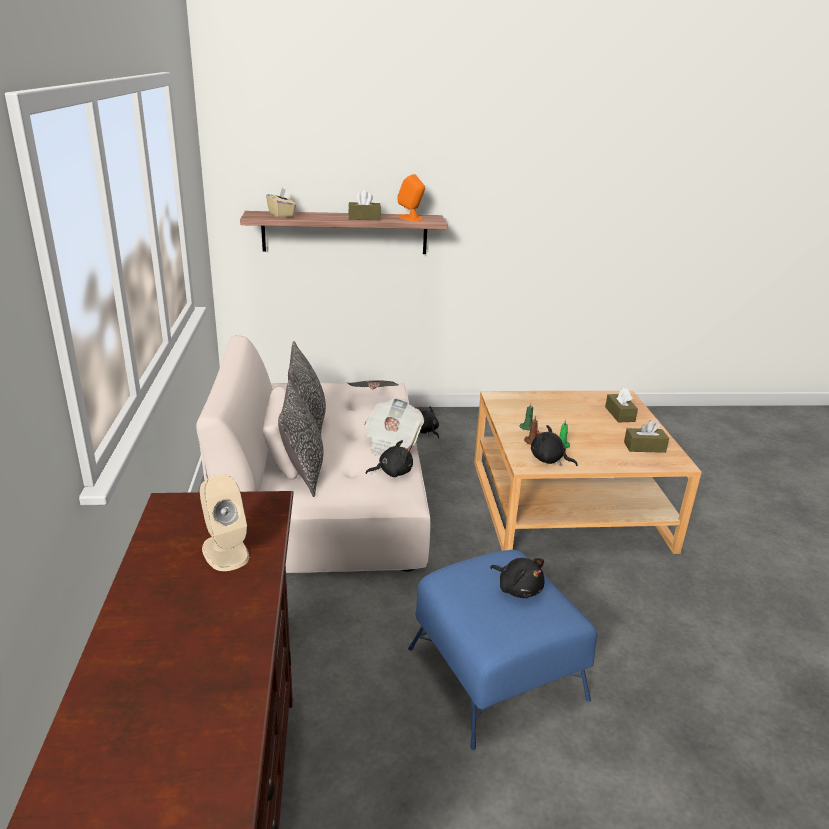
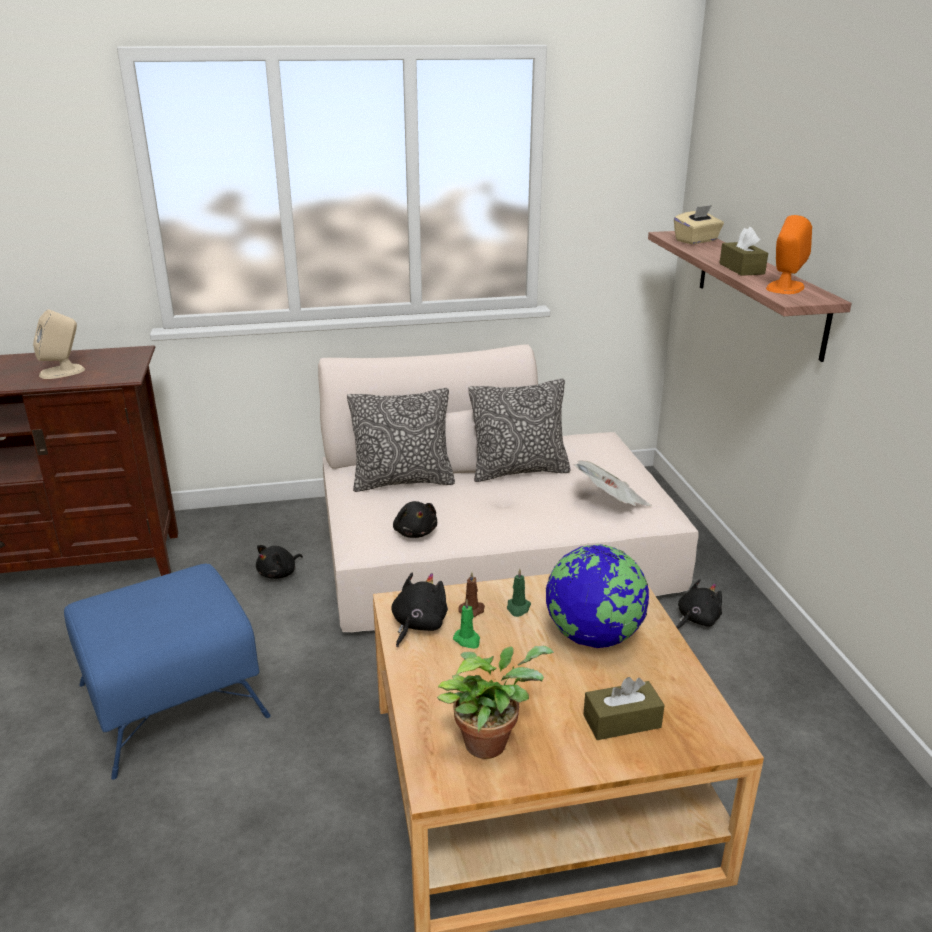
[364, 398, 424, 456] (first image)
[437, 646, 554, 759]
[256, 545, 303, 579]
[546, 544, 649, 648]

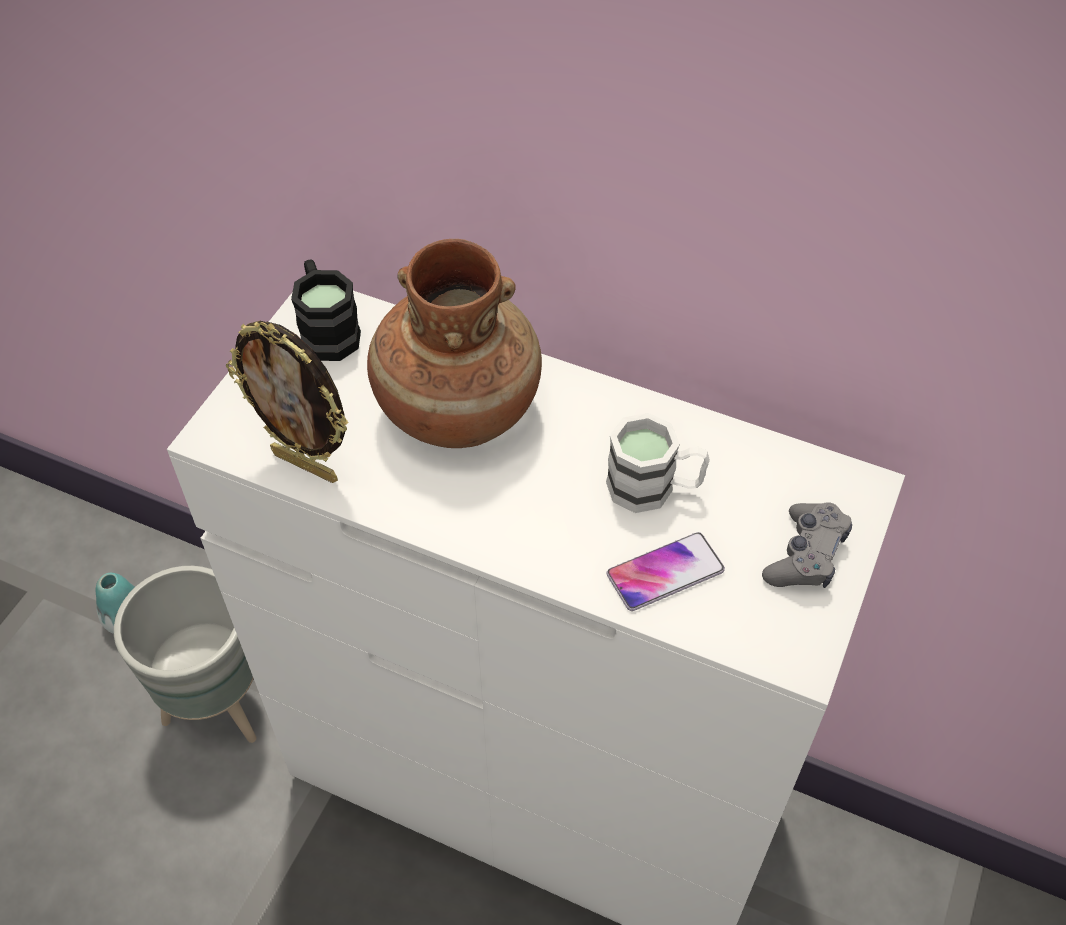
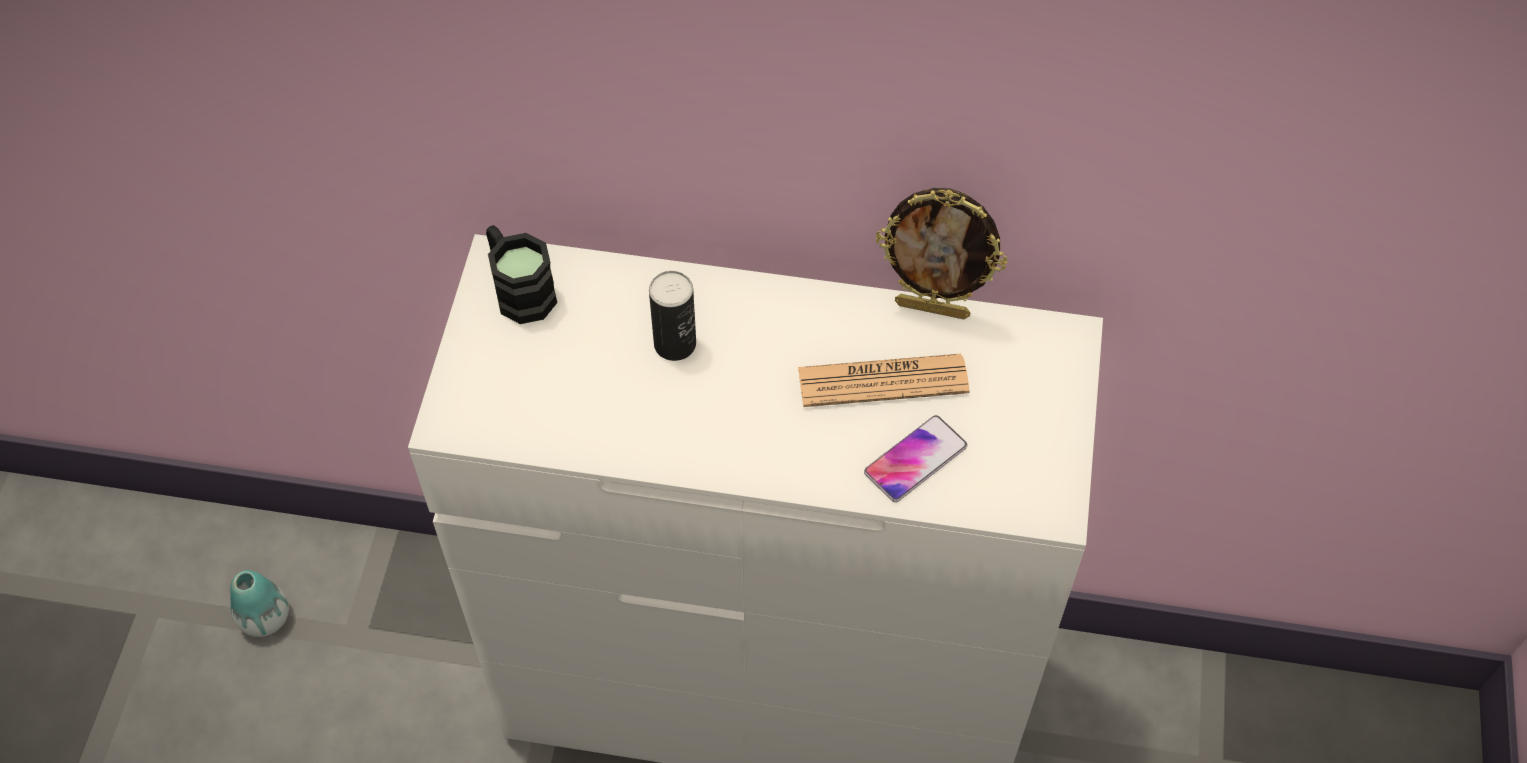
[649, 271, 696, 361]
[875, 188, 1007, 319]
[798, 354, 970, 407]
[762, 502, 852, 588] (first image)
[114, 566, 256, 743] (first image)

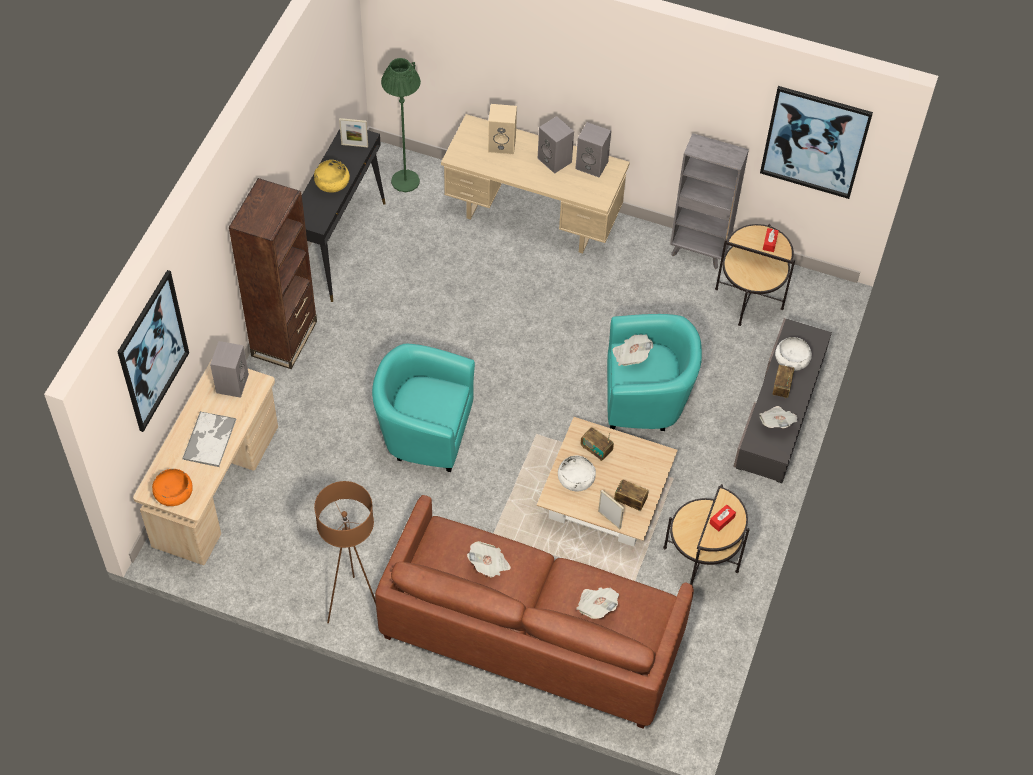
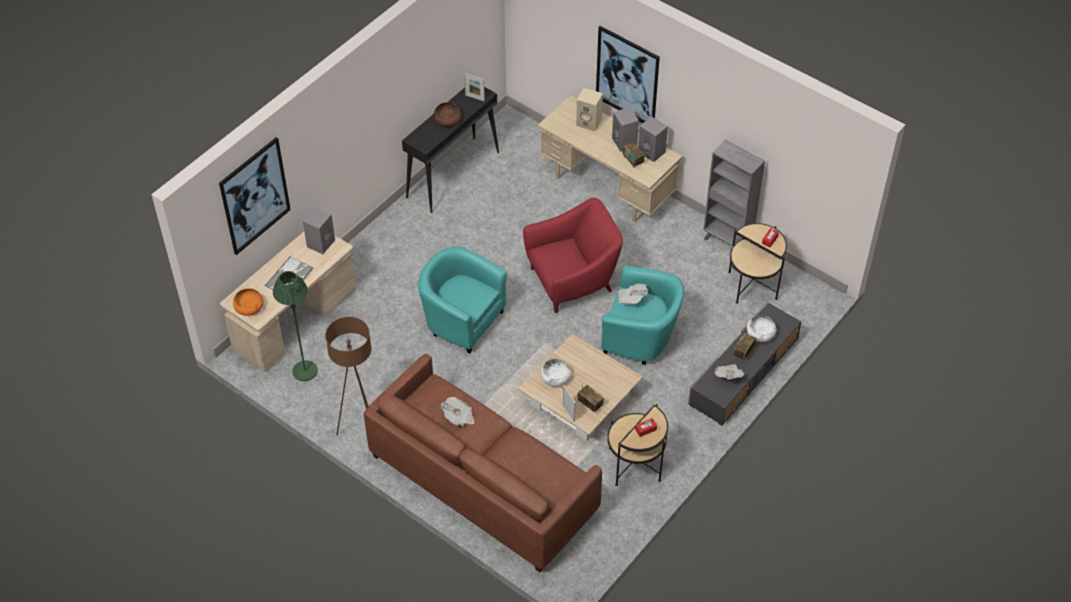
[273, 271, 318, 381]
[596, 26, 660, 123]
[434, 102, 461, 127]
[229, 178, 317, 369] (first image)
[622, 142, 645, 167]
[576, 587, 619, 619] (first image)
[523, 198, 623, 313]

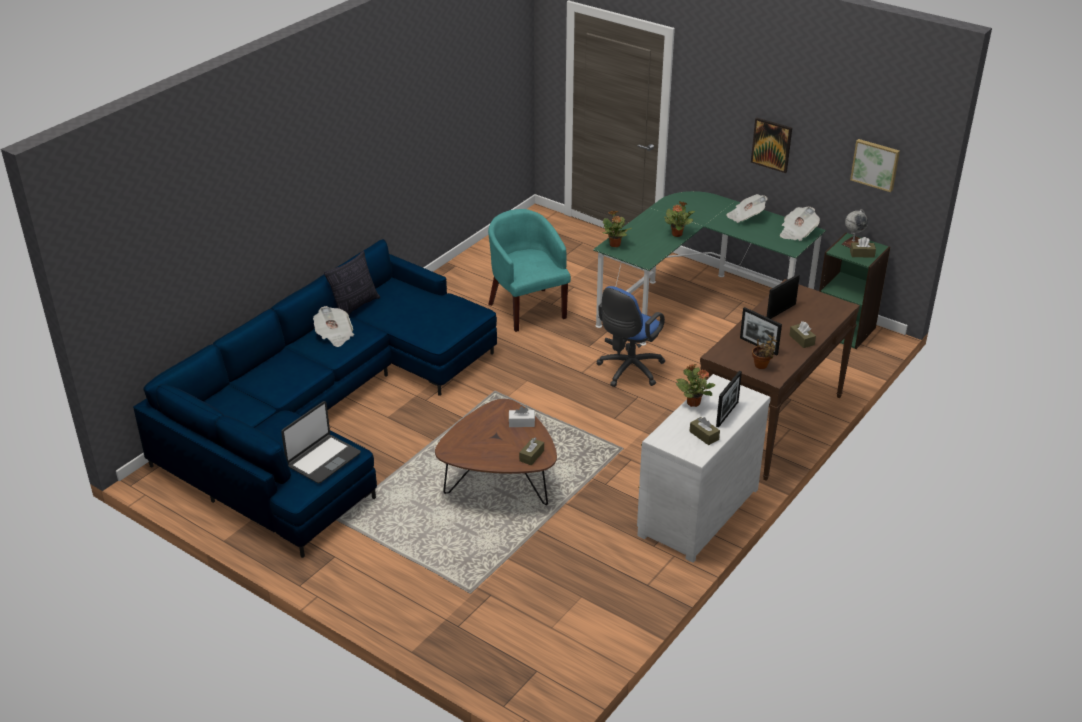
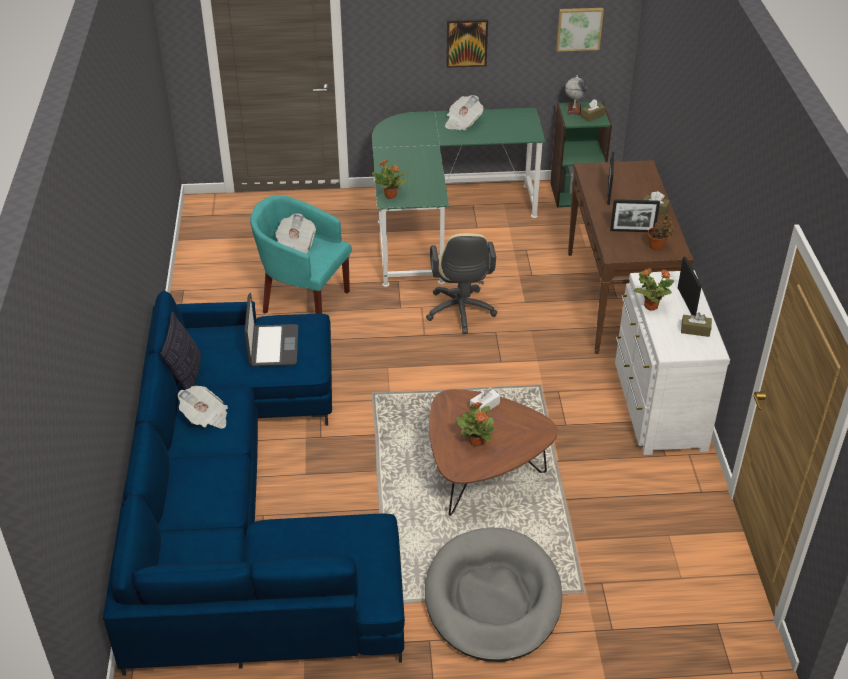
[456, 402, 494, 446]
[275, 213, 316, 254]
[426, 233, 497, 334]
[244, 293, 298, 367]
[519, 437, 544, 466] (first image)
[425, 528, 562, 662]

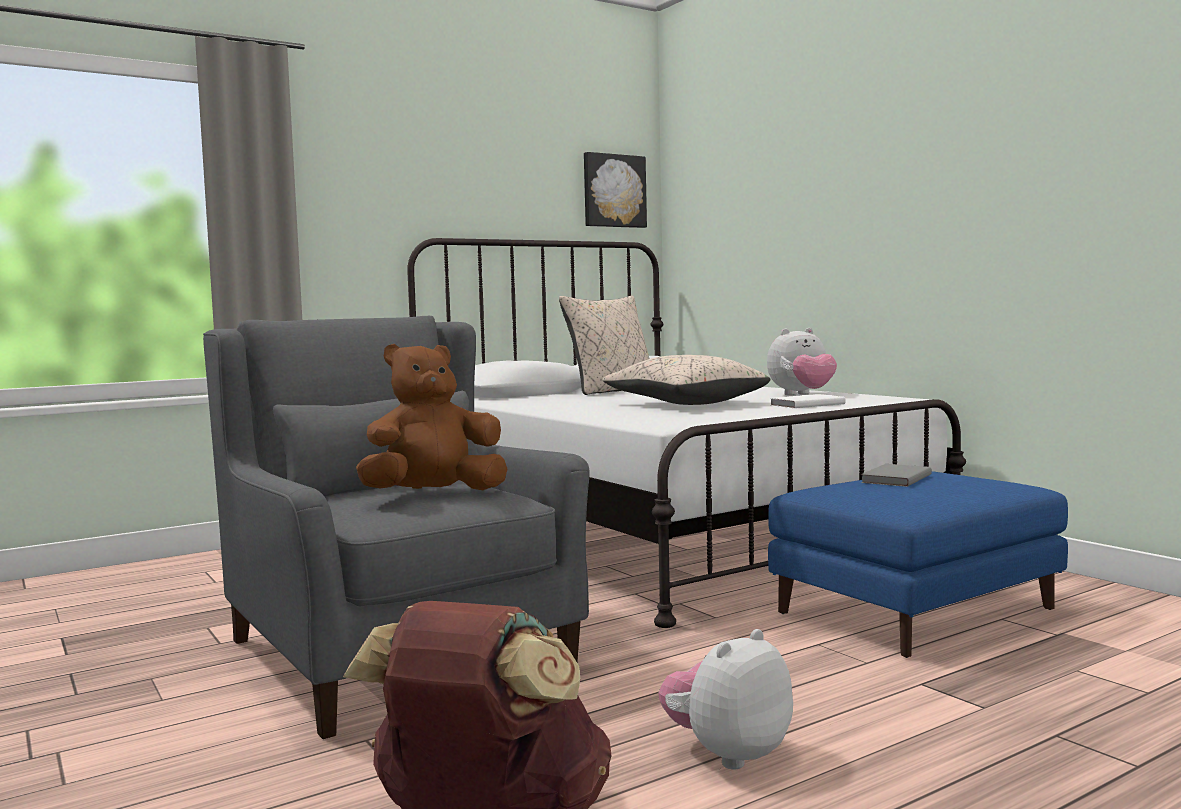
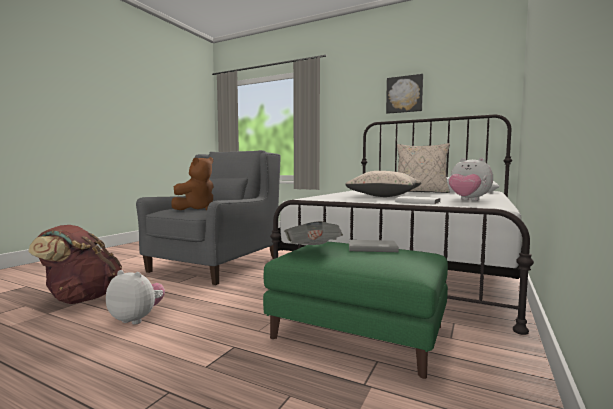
[386, 74, 423, 114]
[171, 157, 214, 210]
[263, 242, 448, 379]
[284, 221, 343, 245]

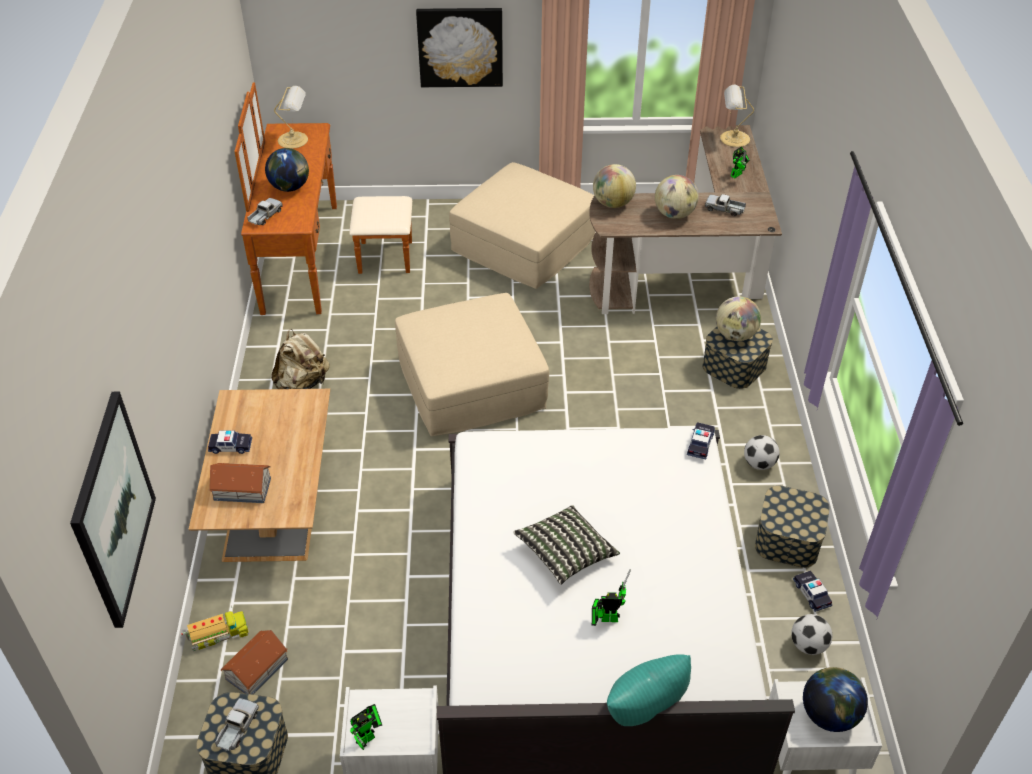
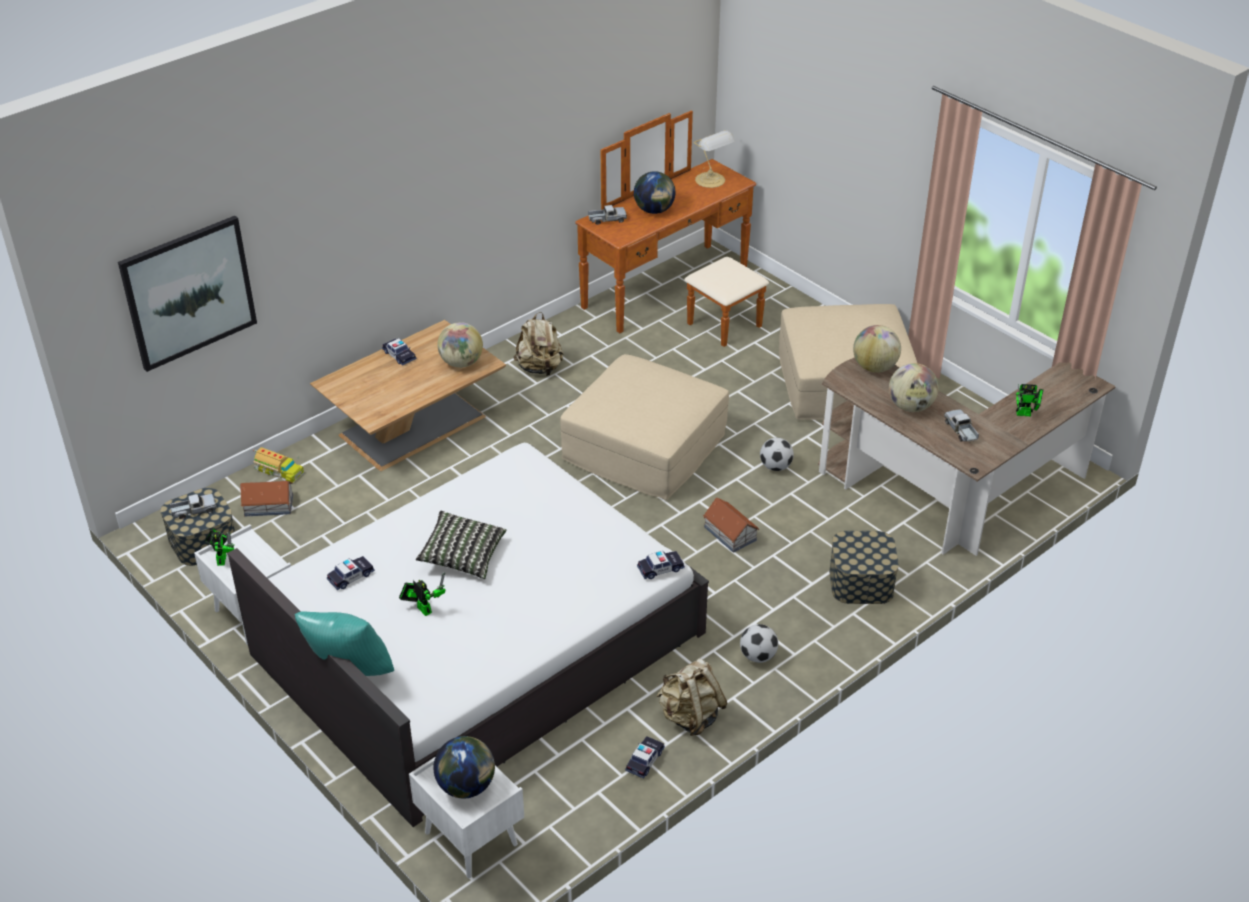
[416, 8, 503, 87] (first image)
[720, 85, 754, 147] (first image)
[437, 322, 483, 368]
[703, 498, 760, 553]
[656, 659, 728, 736]
[760, 438, 794, 471]
[204, 528, 235, 566]
[327, 556, 375, 590]

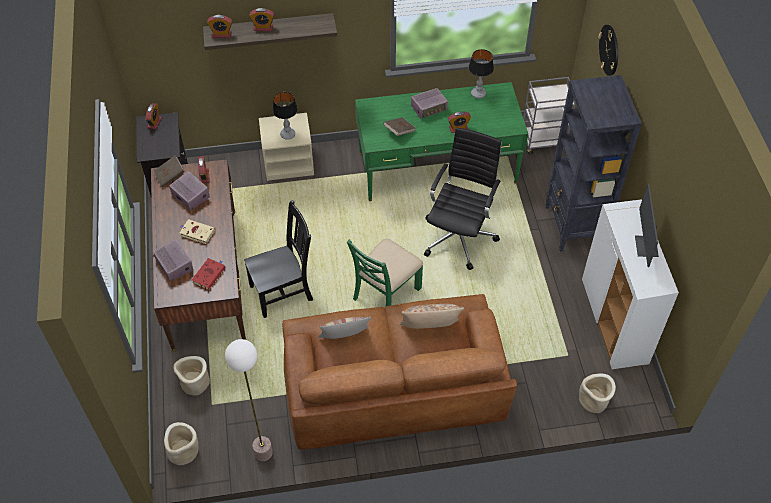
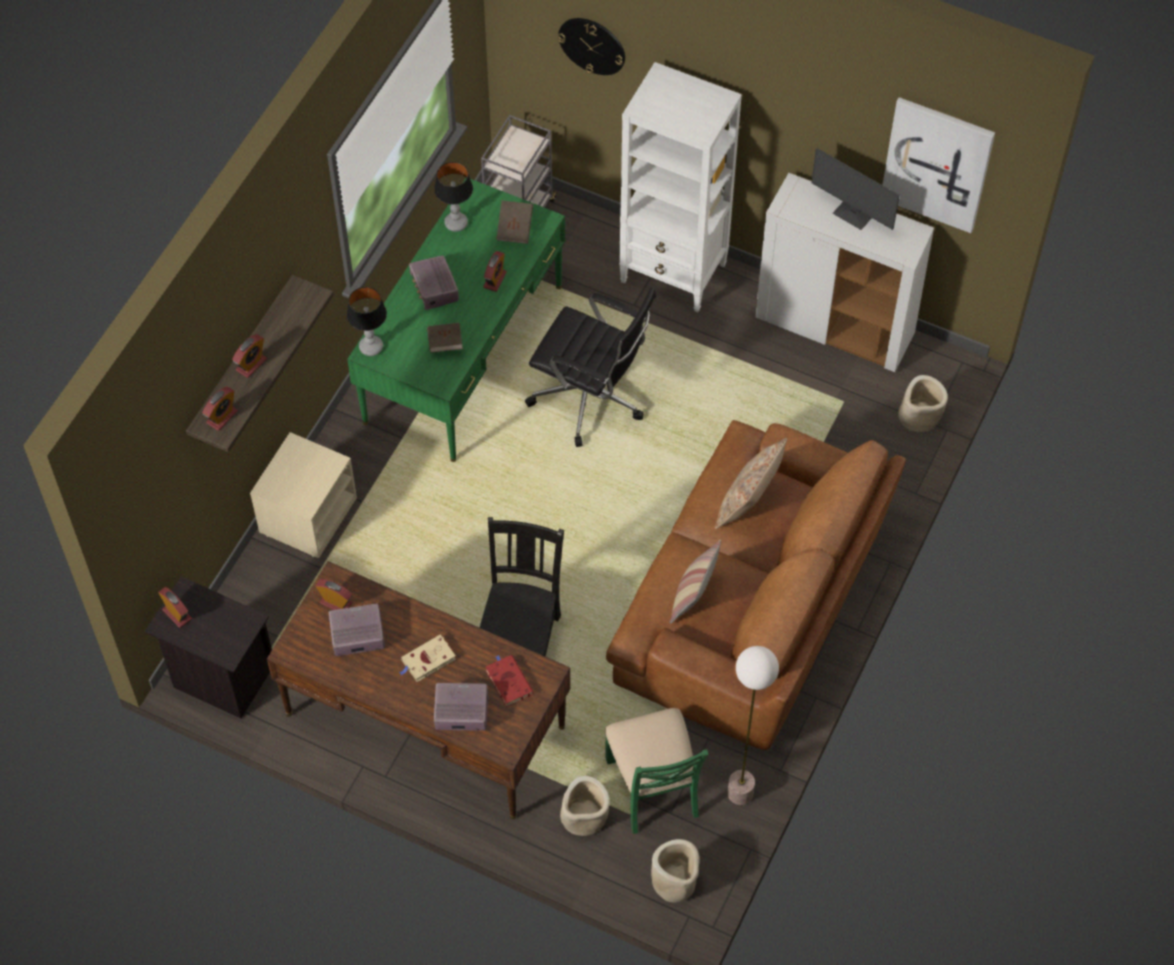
[619, 62, 742, 312]
[409, 255, 459, 310]
[347, 287, 387, 356]
[525, 287, 656, 447]
[496, 200, 533, 244]
[605, 708, 709, 834]
[882, 97, 995, 233]

